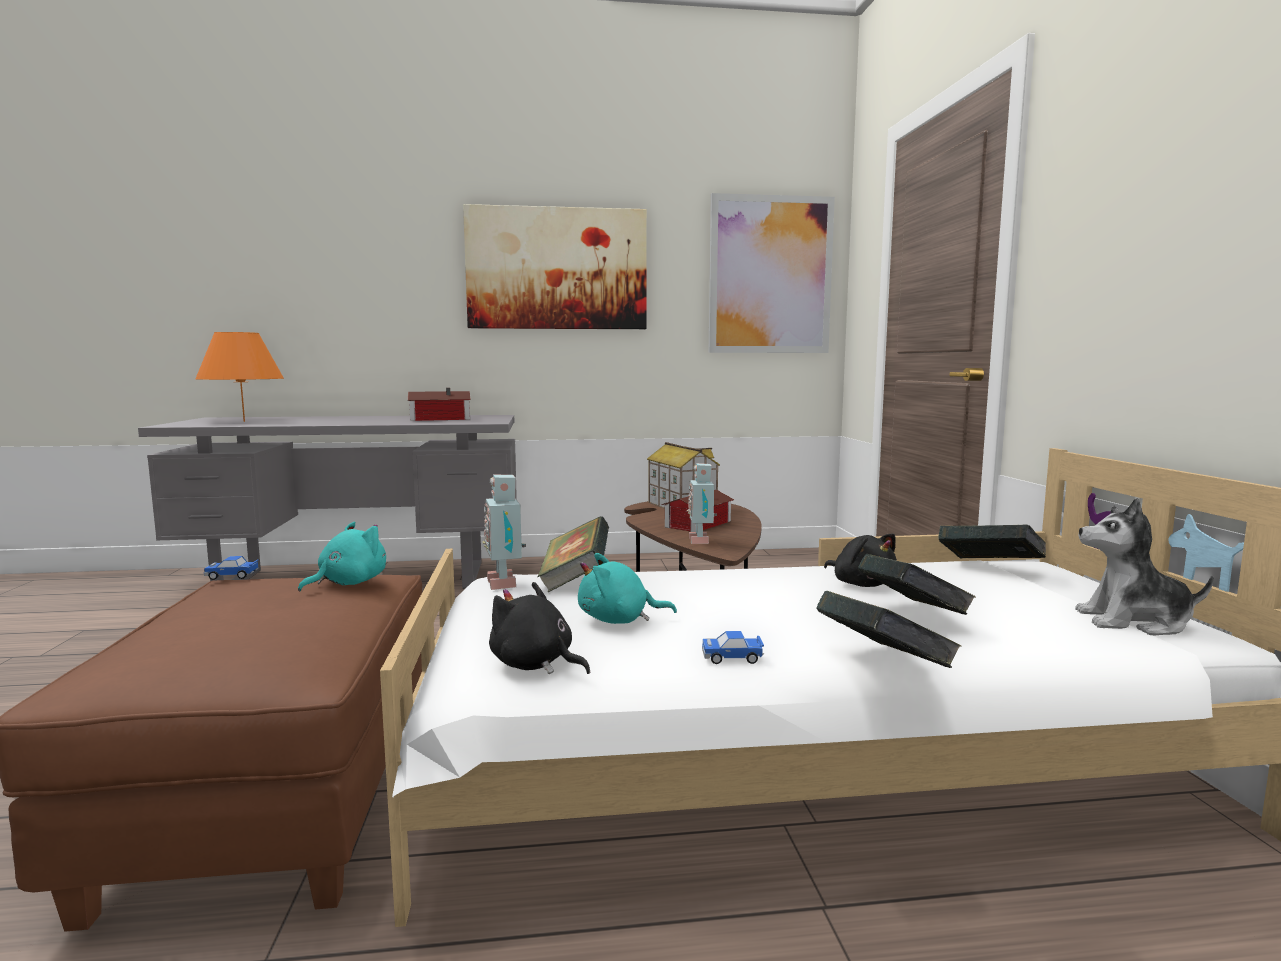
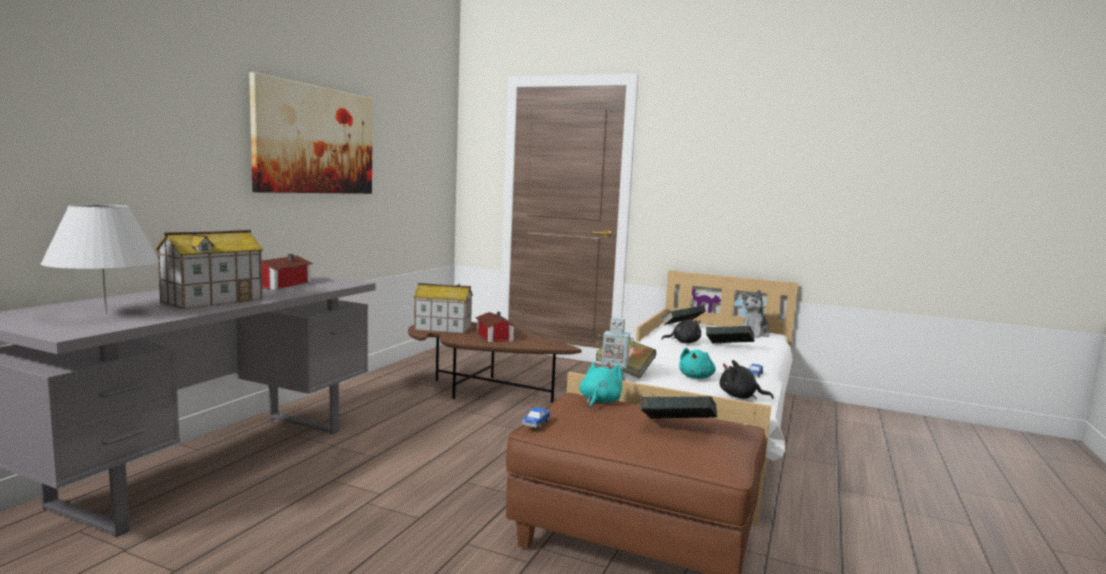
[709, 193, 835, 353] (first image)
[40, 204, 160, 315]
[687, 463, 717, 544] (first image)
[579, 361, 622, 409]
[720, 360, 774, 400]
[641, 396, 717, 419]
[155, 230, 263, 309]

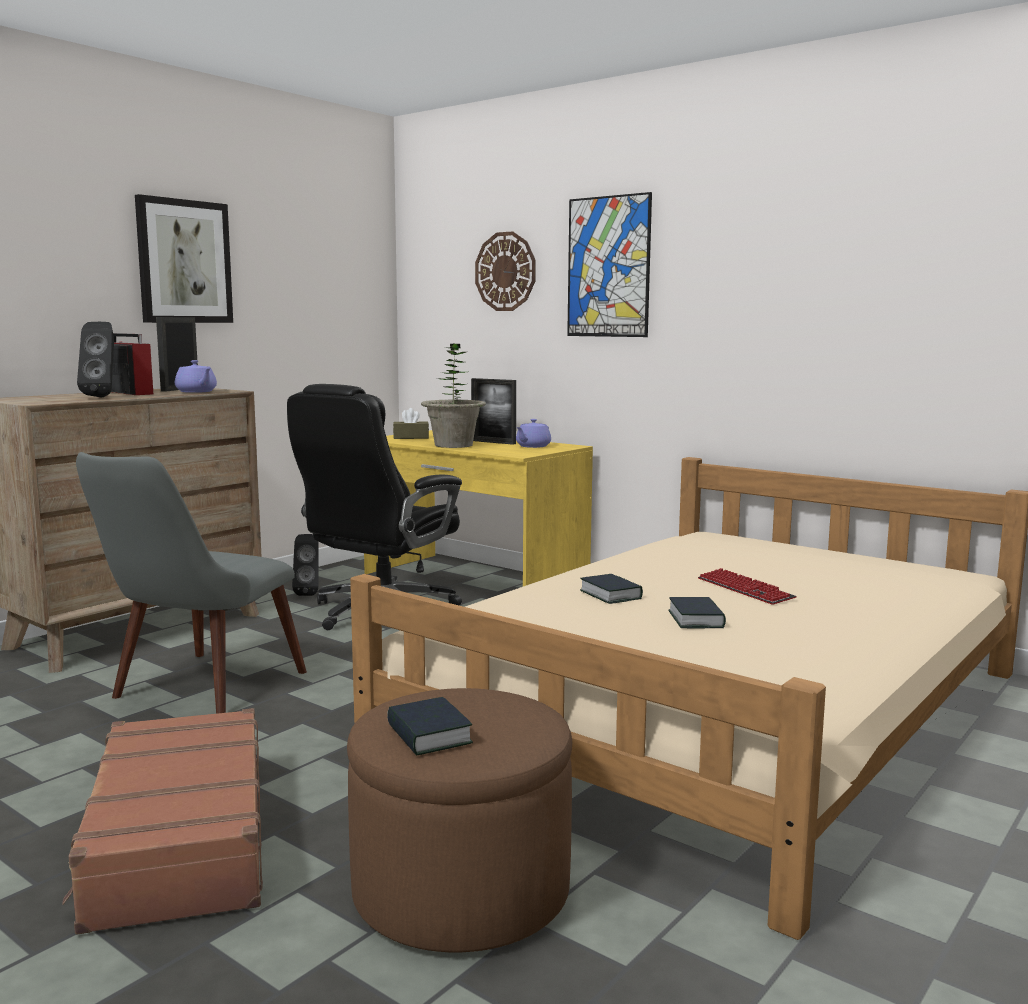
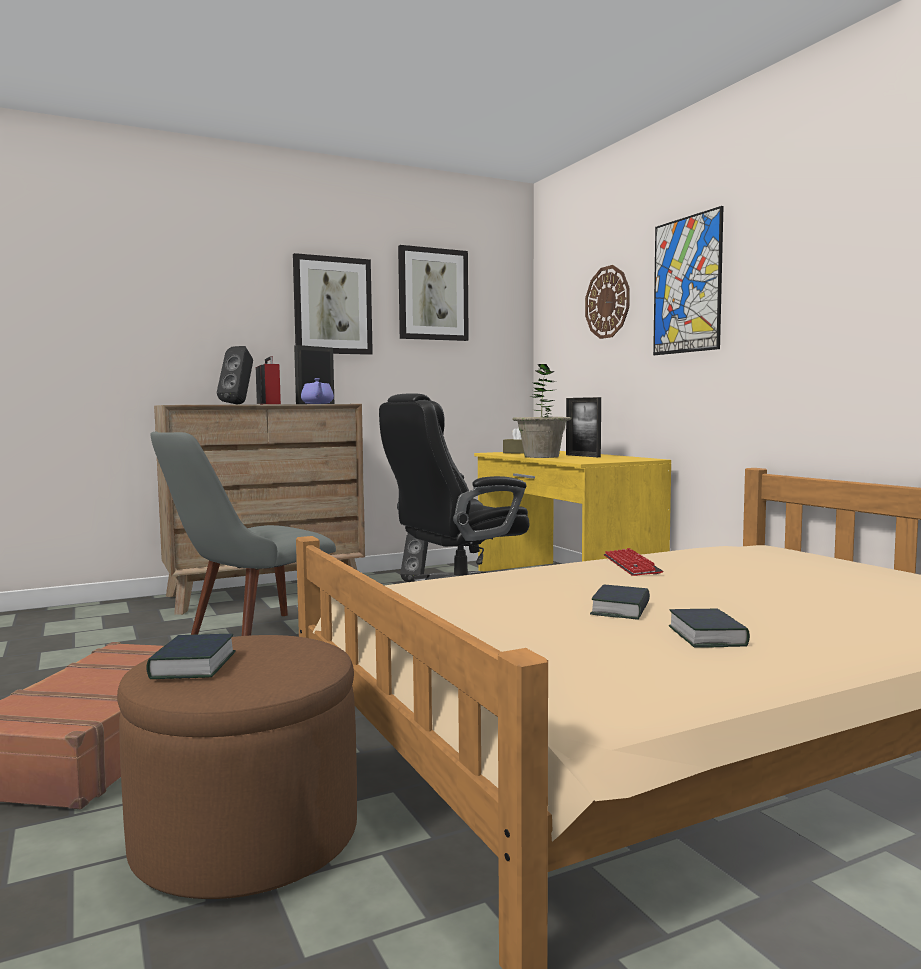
[516, 419, 551, 448] (first image)
[603, 548, 663, 576]
[669, 609, 750, 648]
[398, 245, 469, 341]

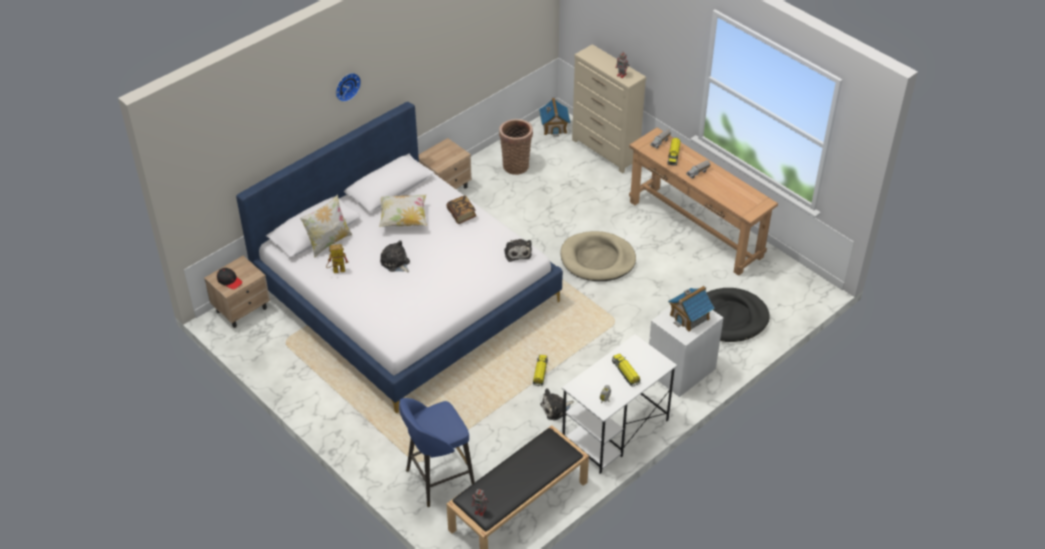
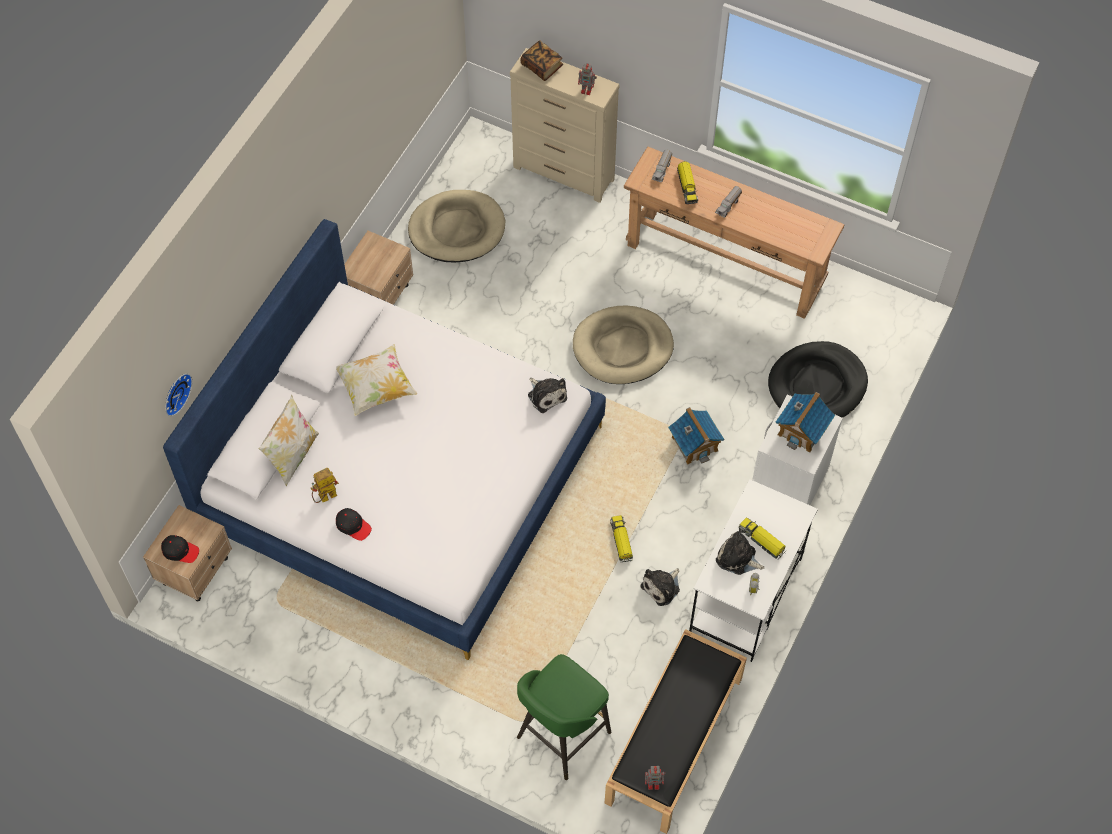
[165, 373, 192, 416]
[668, 407, 724, 465]
[408, 190, 505, 262]
[520, 40, 563, 81]
[716, 529, 765, 575]
[517, 654, 611, 780]
[336, 508, 372, 541]

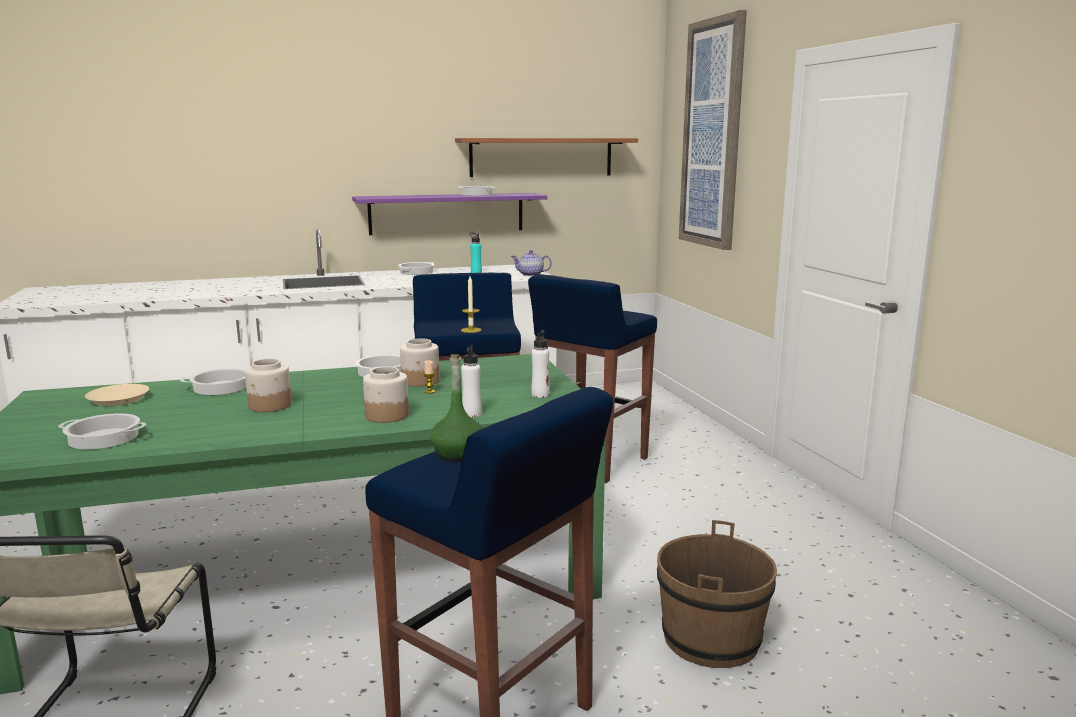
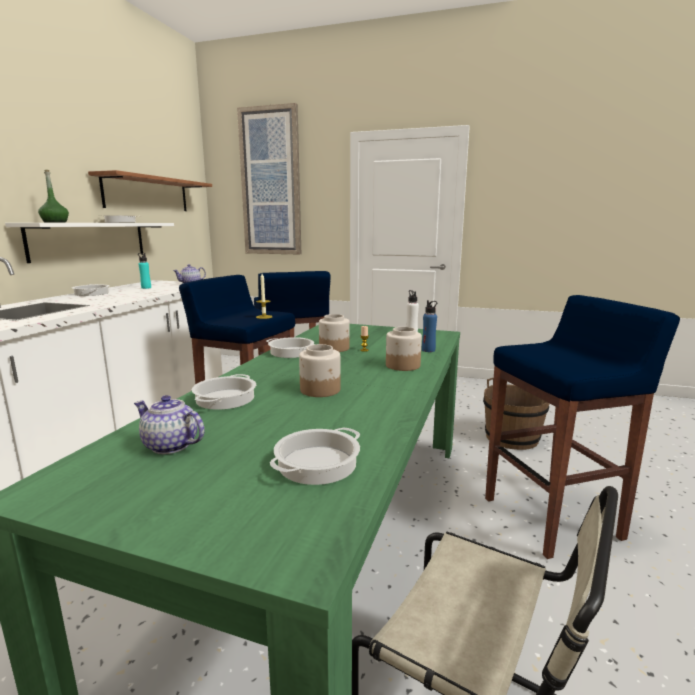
[5, 223, 174, 263]
[422, 300, 437, 352]
[38, 170, 69, 222]
[134, 395, 205, 454]

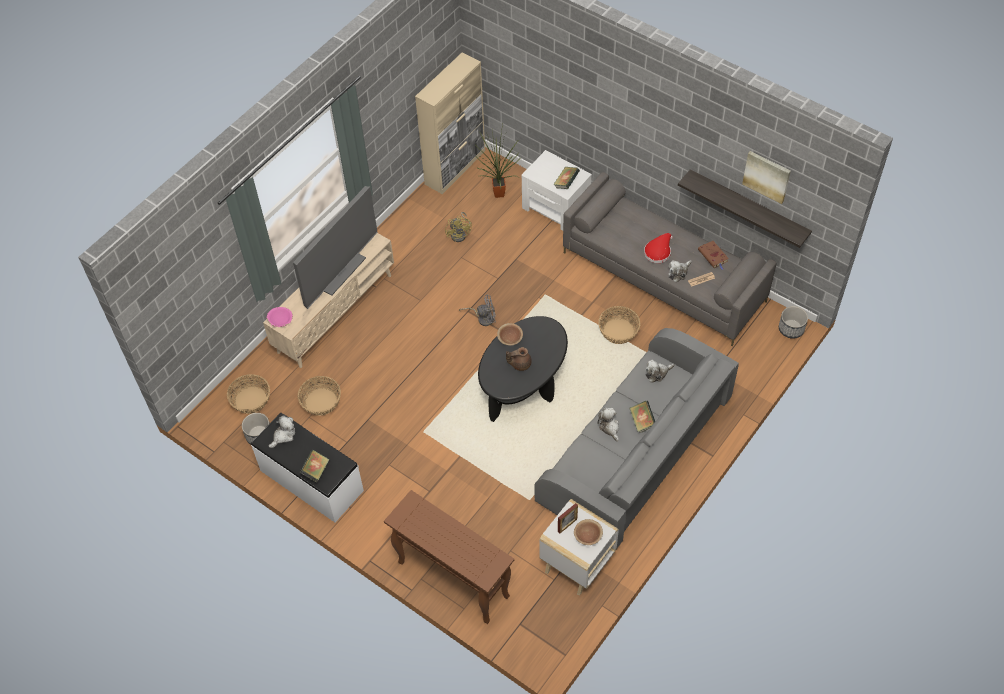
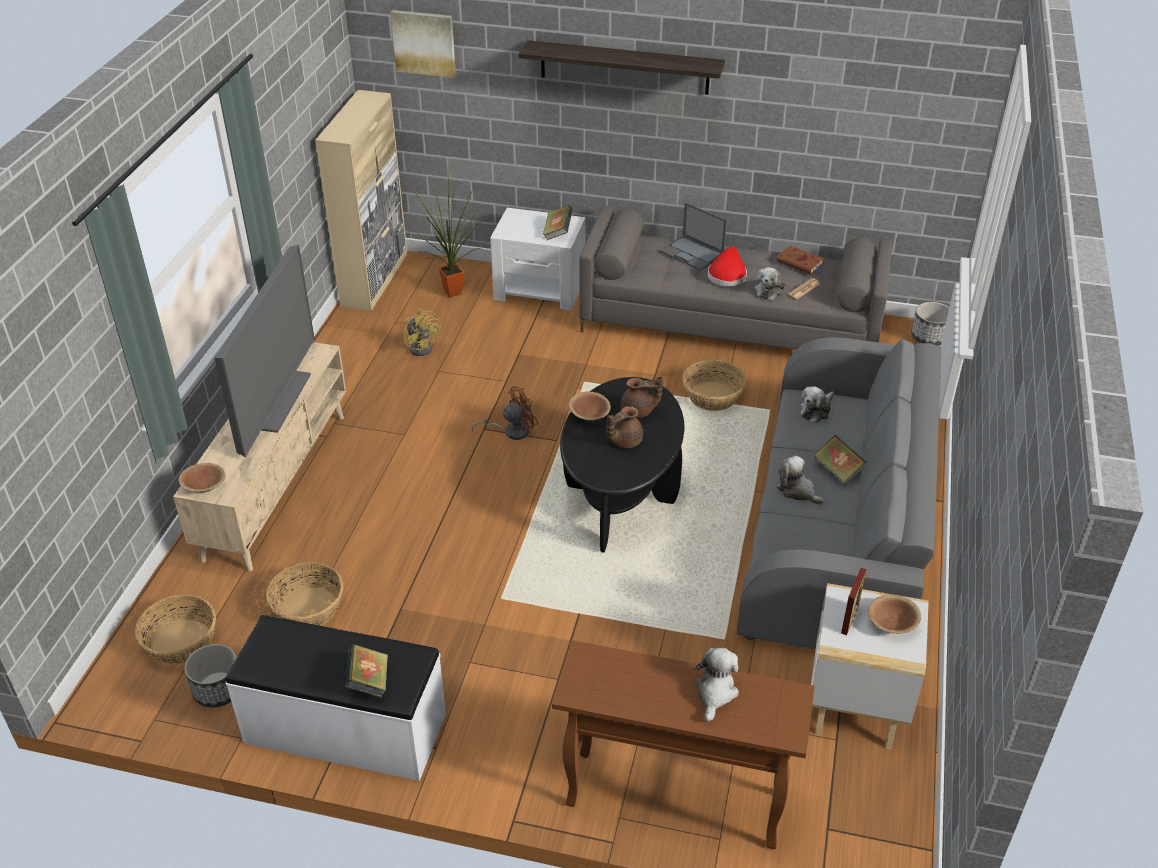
[390, 10, 456, 78]
[519, 40, 725, 95]
[471, 386, 538, 440]
[178, 463, 226, 493]
[694, 647, 739, 722]
[660, 202, 727, 270]
[620, 377, 663, 418]

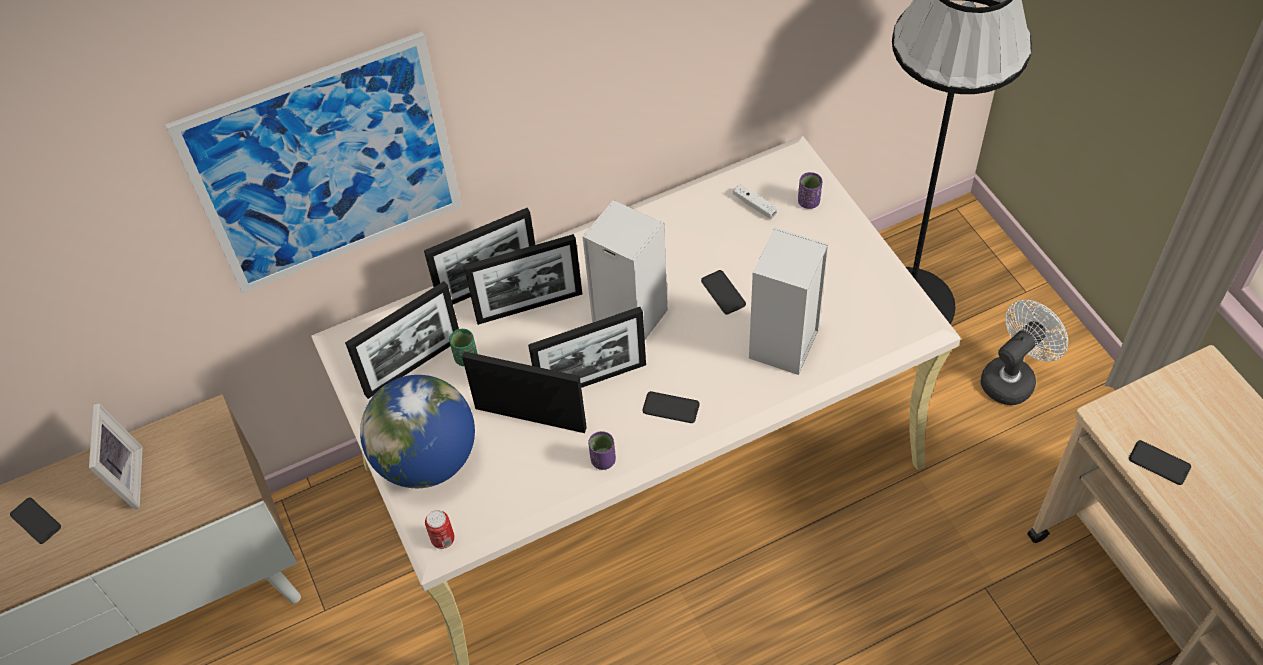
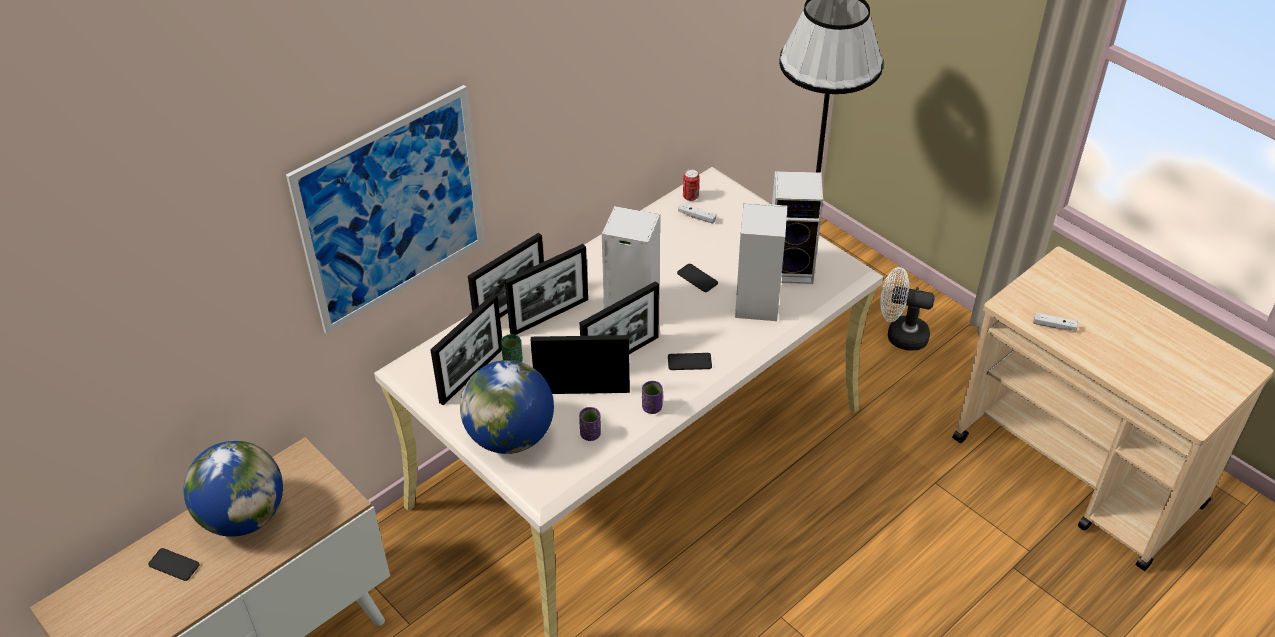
[579, 407, 601, 441]
[880, 267, 935, 351]
[184, 441, 283, 537]
[1033, 313, 1078, 331]
[683, 169, 700, 201]
[772, 171, 823, 284]

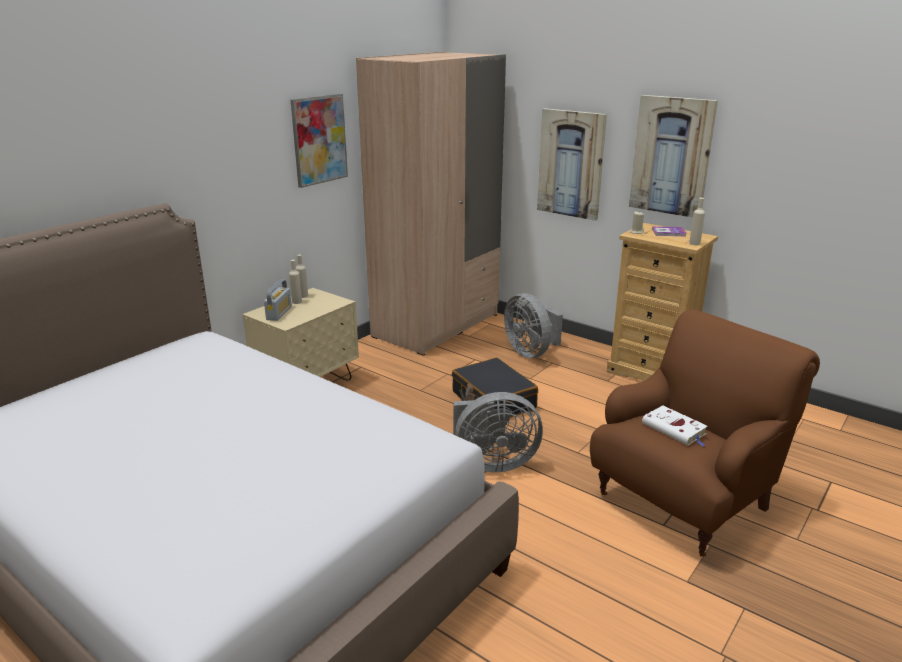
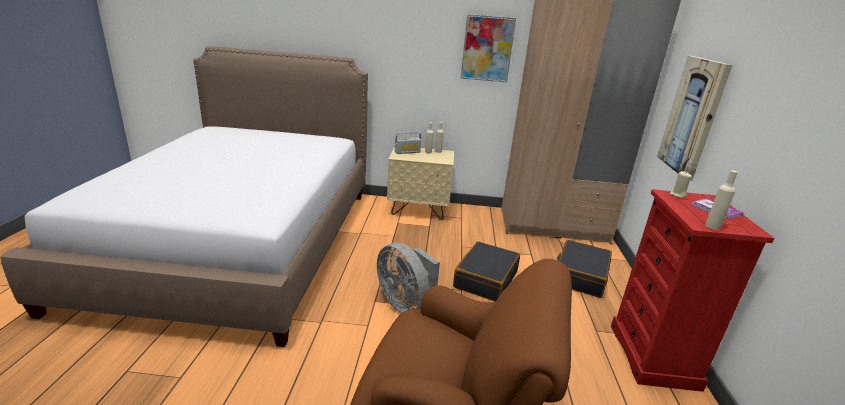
[629, 95, 718, 218] (first image)
[611, 189, 775, 392]
[556, 240, 612, 298]
[642, 405, 708, 447] (first image)

